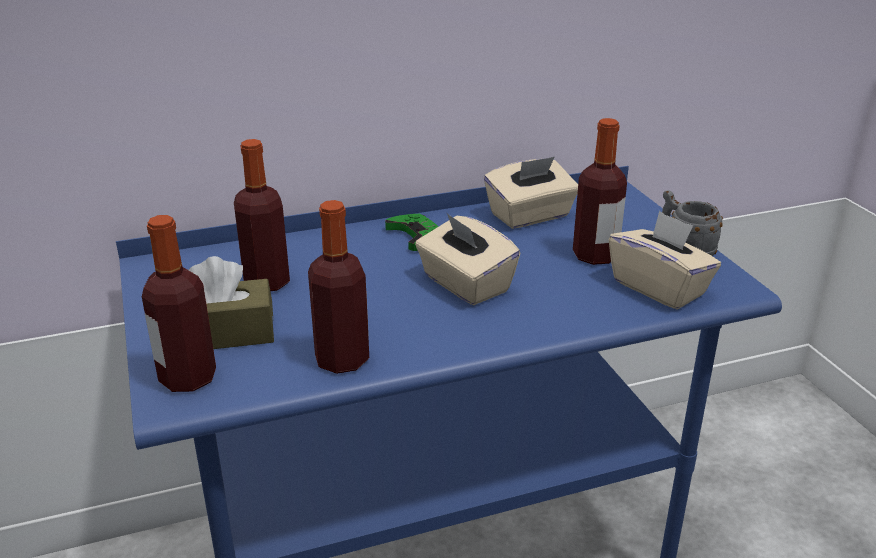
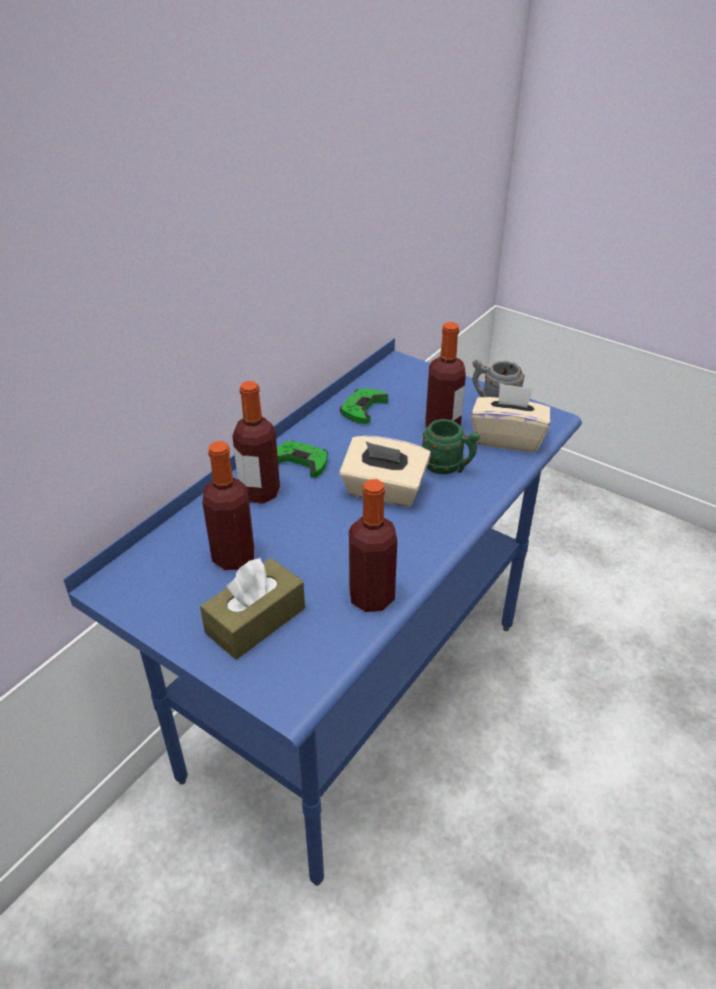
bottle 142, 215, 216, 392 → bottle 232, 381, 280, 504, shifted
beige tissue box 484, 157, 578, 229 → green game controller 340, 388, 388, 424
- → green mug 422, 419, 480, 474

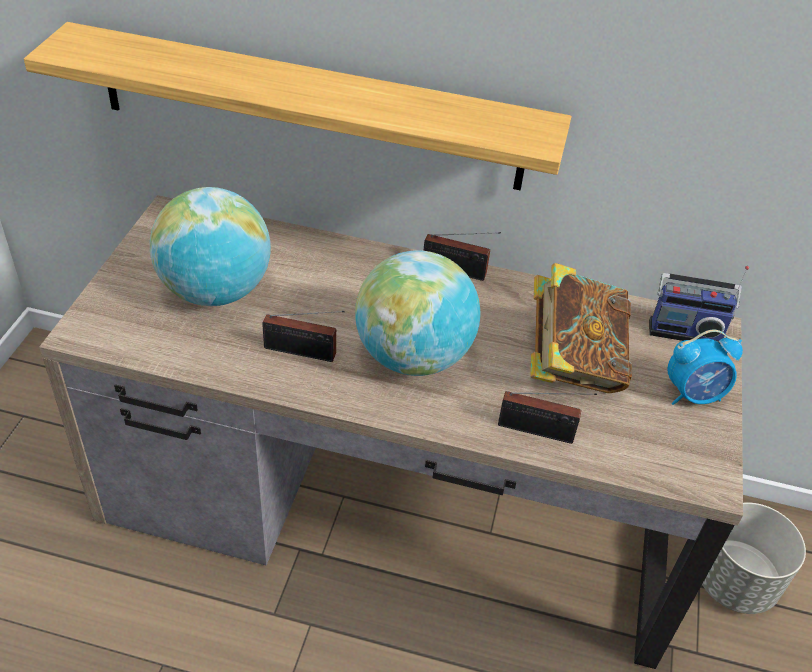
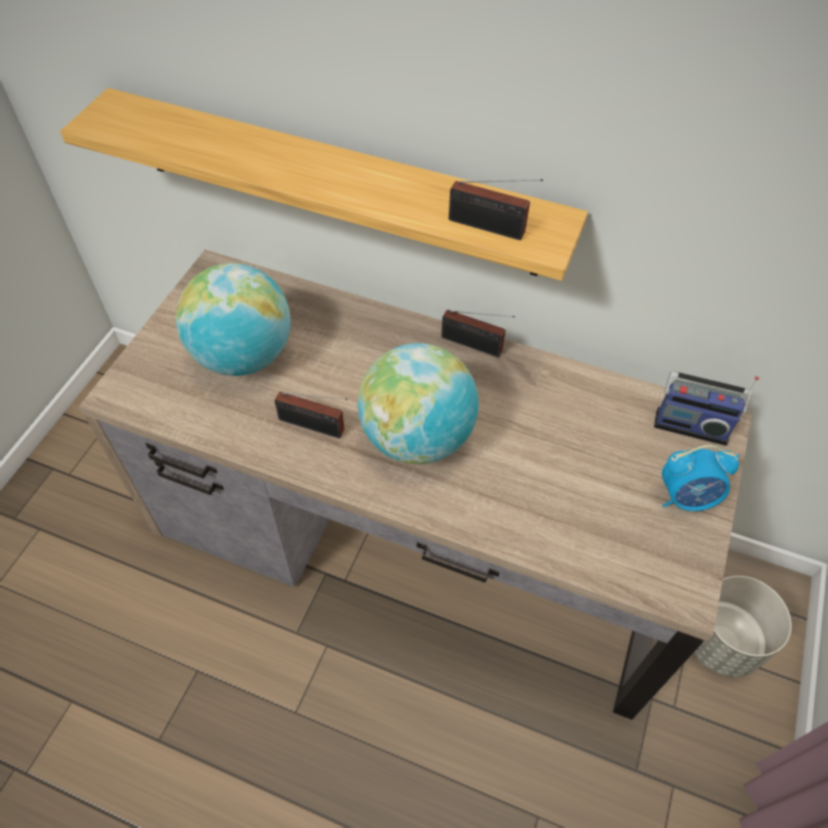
radio 498, 391, 597, 444 → radio 449, 179, 543, 240, shifted
book 530, 263, 632, 393 → -

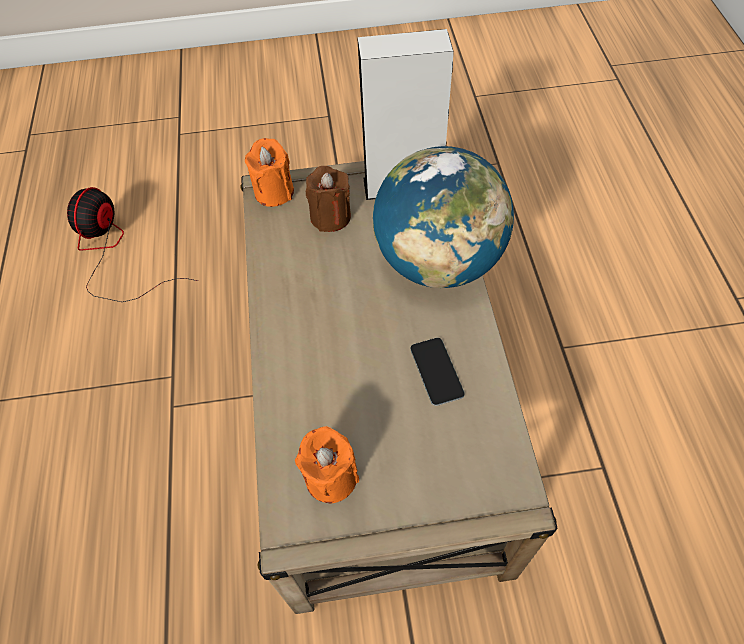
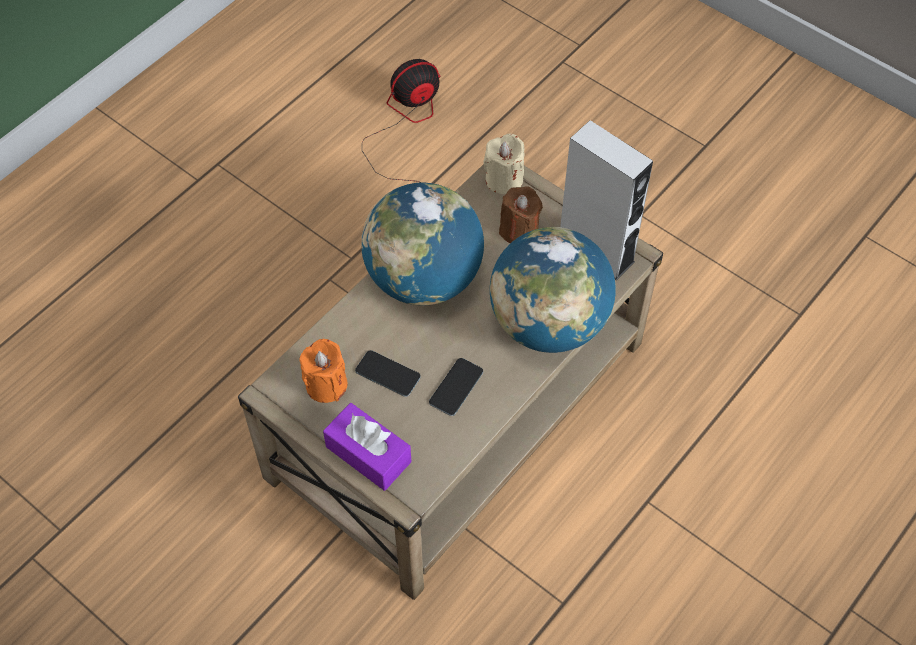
- → purple tissue box 323, 403, 411, 491
- → phone 355, 350, 421, 397
- → globe 361, 183, 484, 306
orange candle 245, 138, 294, 207 → beige candle 483, 134, 524, 194

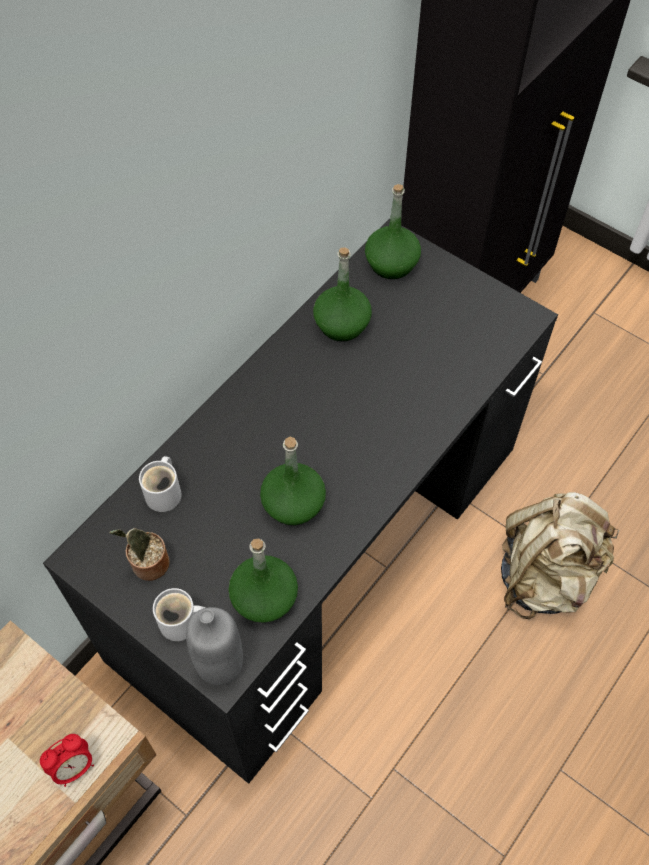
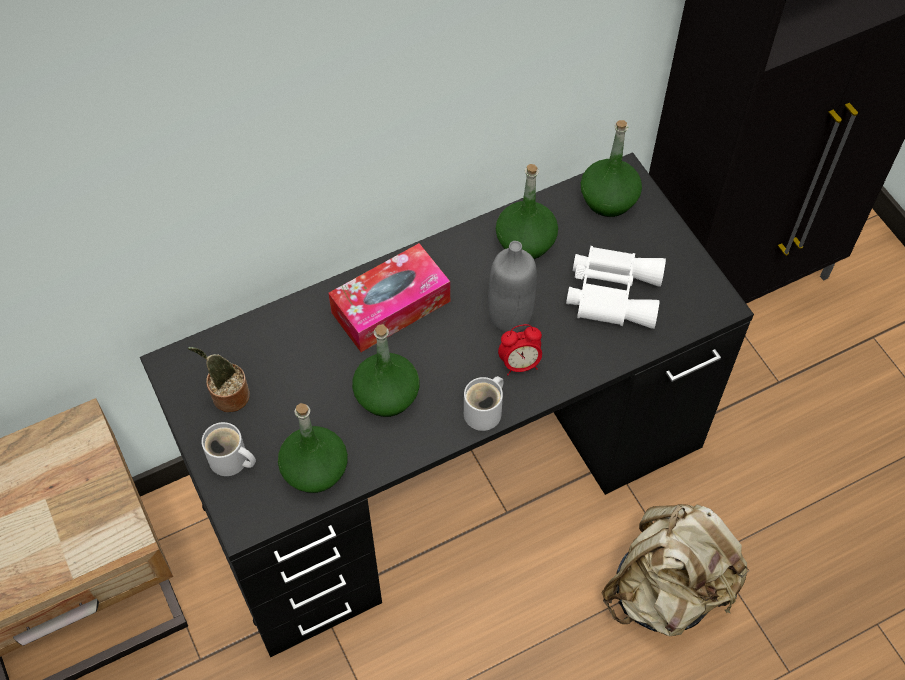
- → tissue box 328, 243, 450, 352
white mug 139, 456, 182, 512 → white mug 464, 376, 504, 431, shifted
grey bottle 186, 607, 243, 685 → grey bottle 488, 241, 537, 333, shifted
alarm clock 40, 734, 94, 787 → alarm clock 498, 324, 542, 375, shifted
- → white binoculars 566, 246, 666, 329

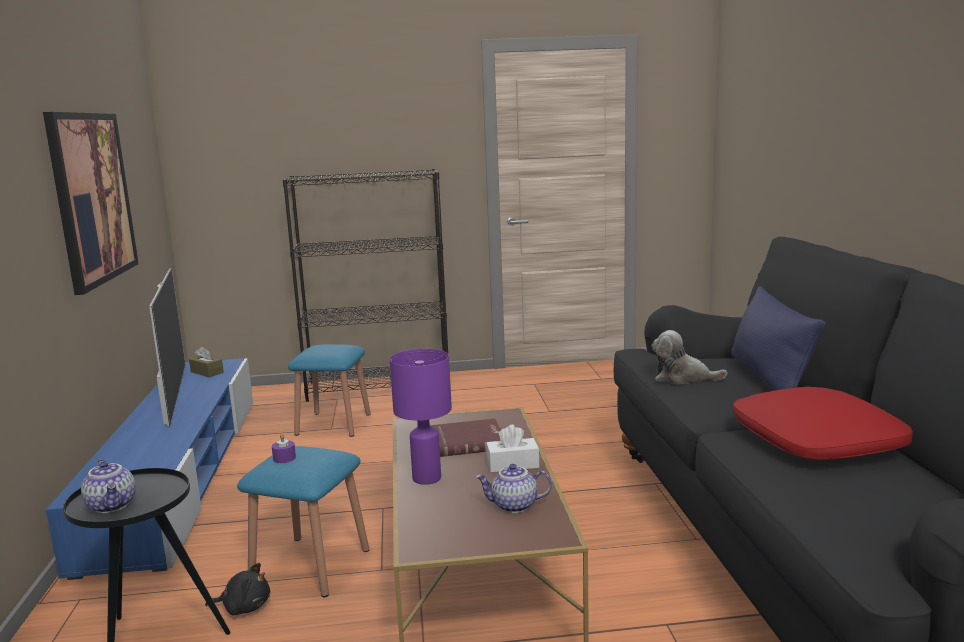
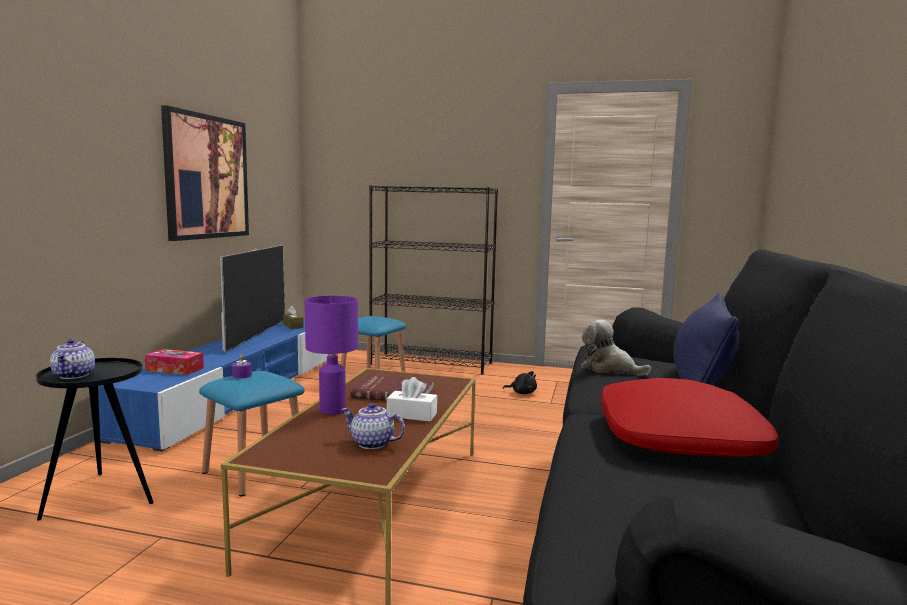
- → tissue box 145, 349, 204, 375
black plush toy 205, 563, 270, 616 → black plush toy 503, 371, 537, 394, shifted

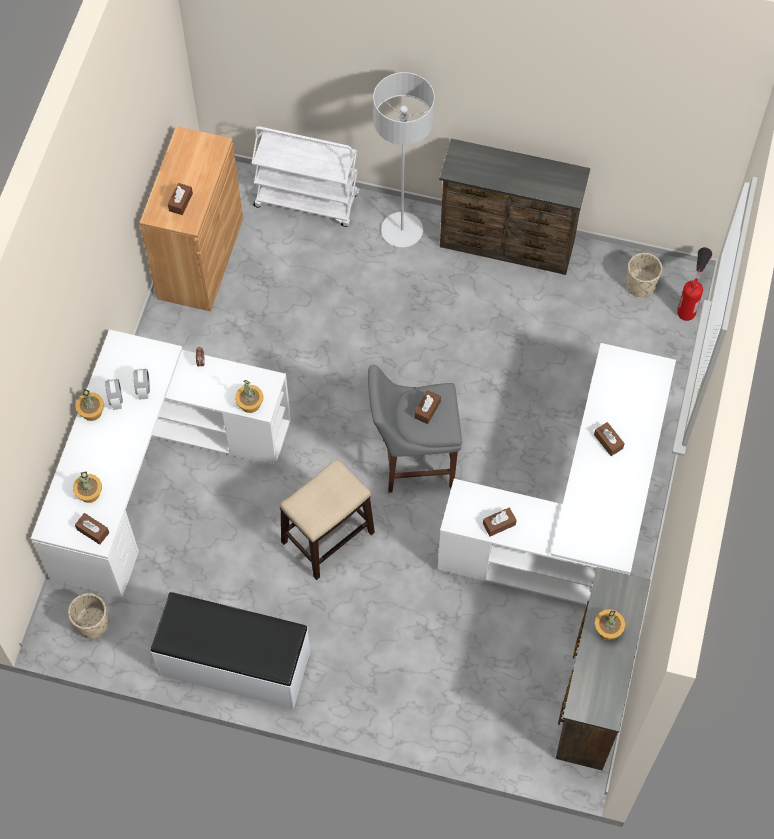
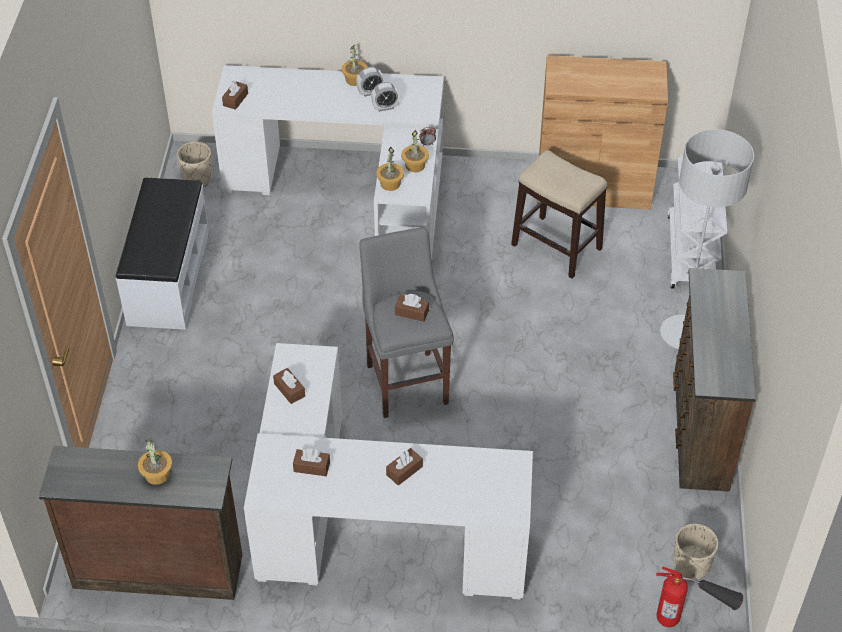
brown tissue box 168, 183, 193, 215 → brown tissue box 293, 449, 330, 476, shifted
potted plant 73, 471, 102, 503 → potted plant 401, 130, 429, 172, shifted
stool 280, 459, 375, 580 → stool 511, 150, 607, 278, shifted

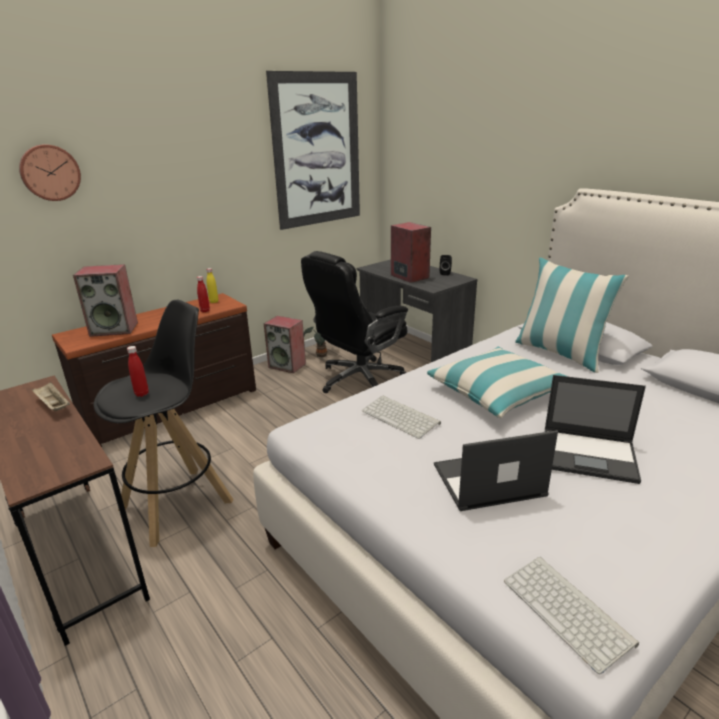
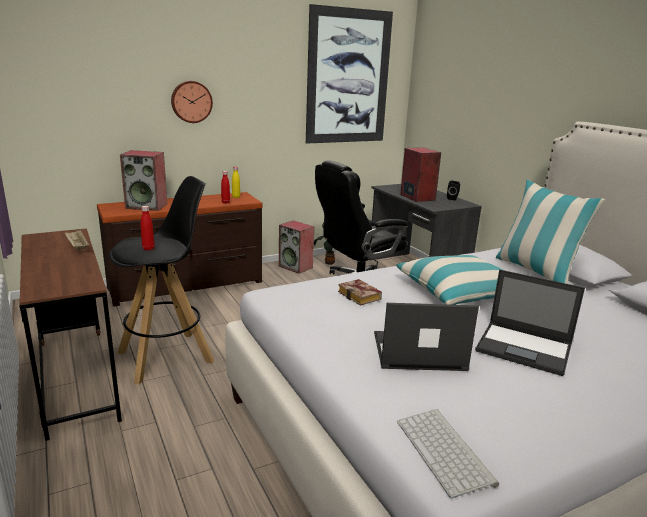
wall clock 19, 144, 81, 201 → wall clock 171, 81, 213, 123, shifted
keyboard 362, 395, 441, 439 → book 338, 279, 382, 306

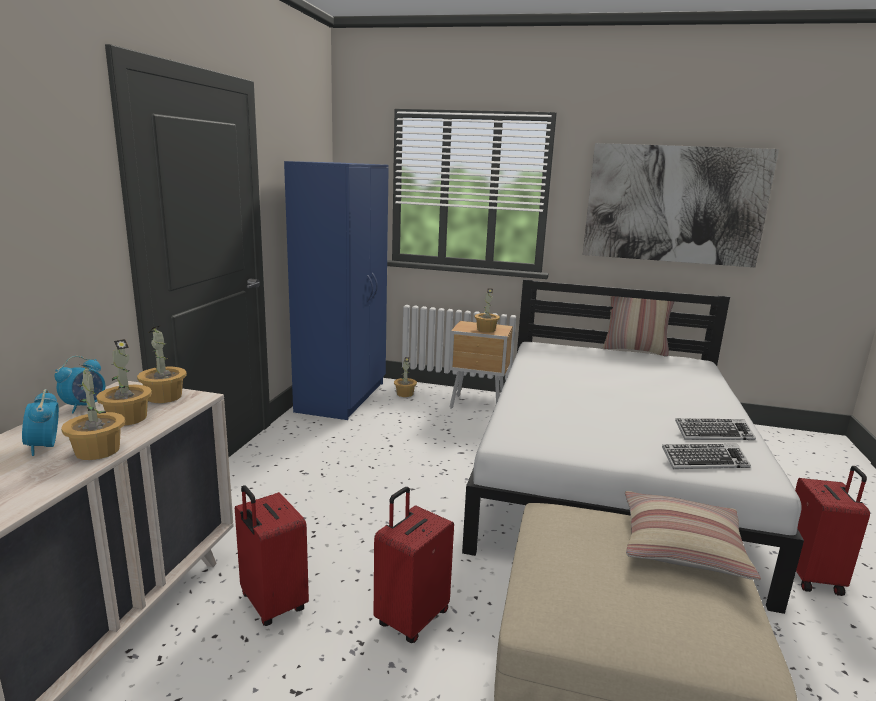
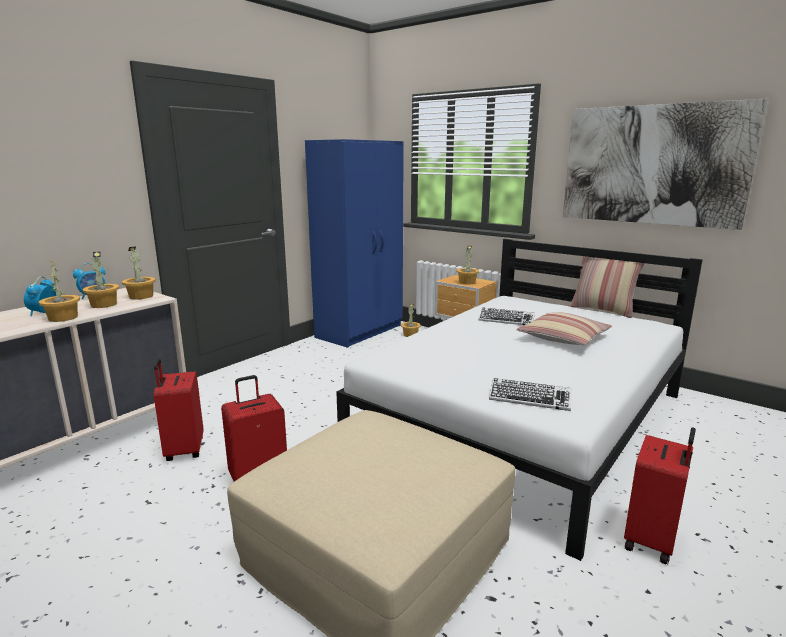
keyboard 675, 419, 756, 440 → keyboard 479, 308, 535, 325, shifted
pillow 625, 491, 761, 580 → pillow 516, 312, 612, 345, shifted

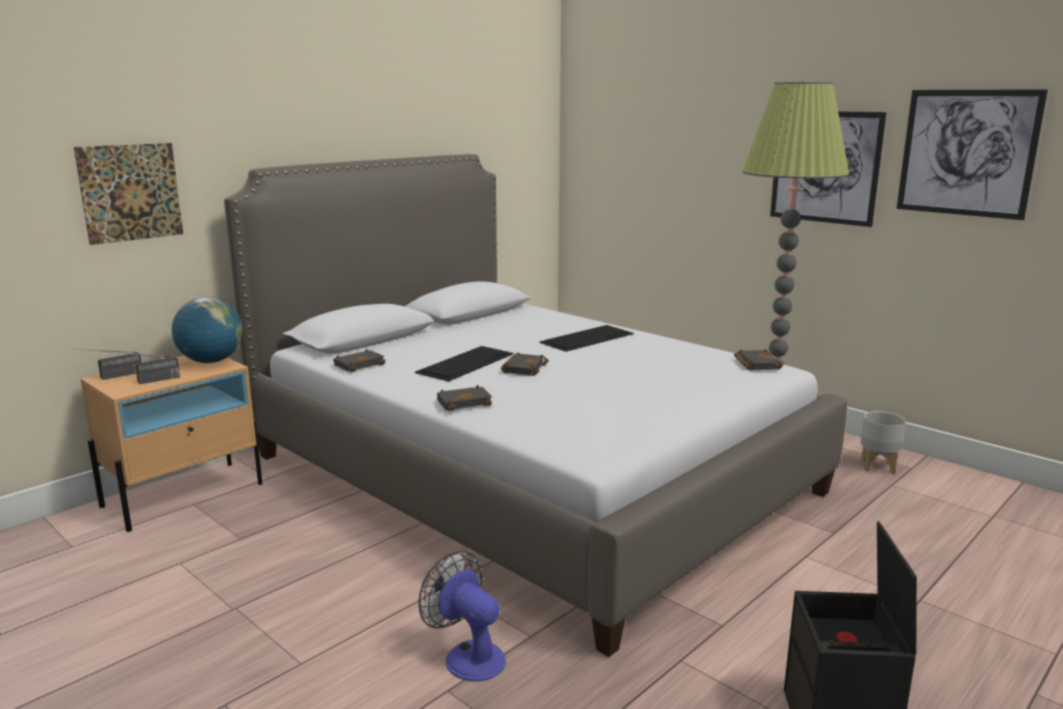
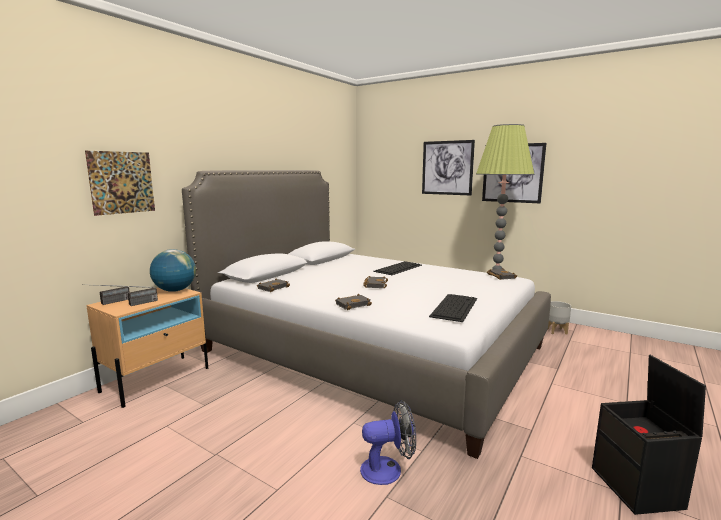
fan 418, 551, 506, 681 → fan 360, 400, 416, 485, 135 degrees clockwise
picture 897, 89, 1048, 220 → picture 422, 140, 475, 196, shifted
keyboard 415, 346, 514, 381 → keyboard 429, 294, 477, 322, shifted

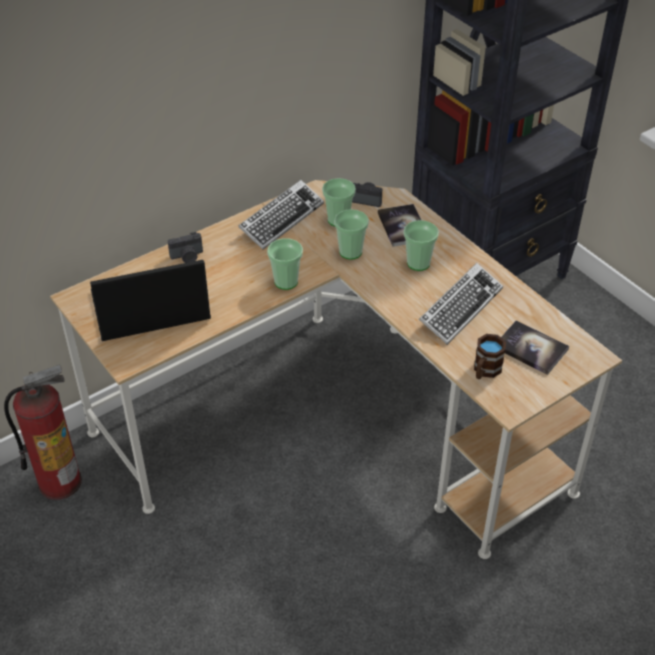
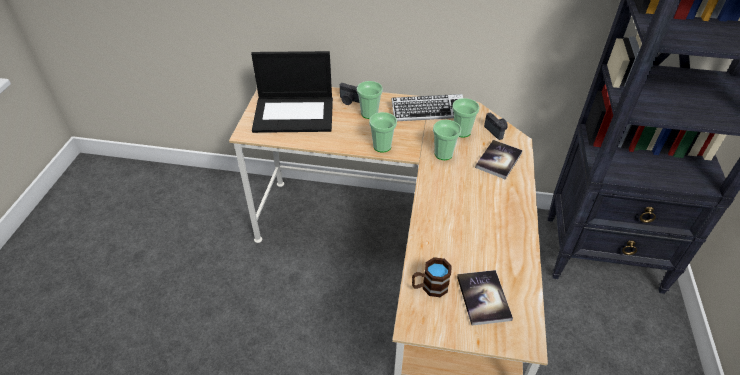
laptop 90, 260, 211, 341 → laptop 251, 51, 333, 133, 150 degrees clockwise
cup 404, 220, 439, 271 → cup 357, 81, 383, 119, shifted
fire extinguisher 4, 365, 82, 500 → -
keyboard 419, 263, 503, 345 → -

